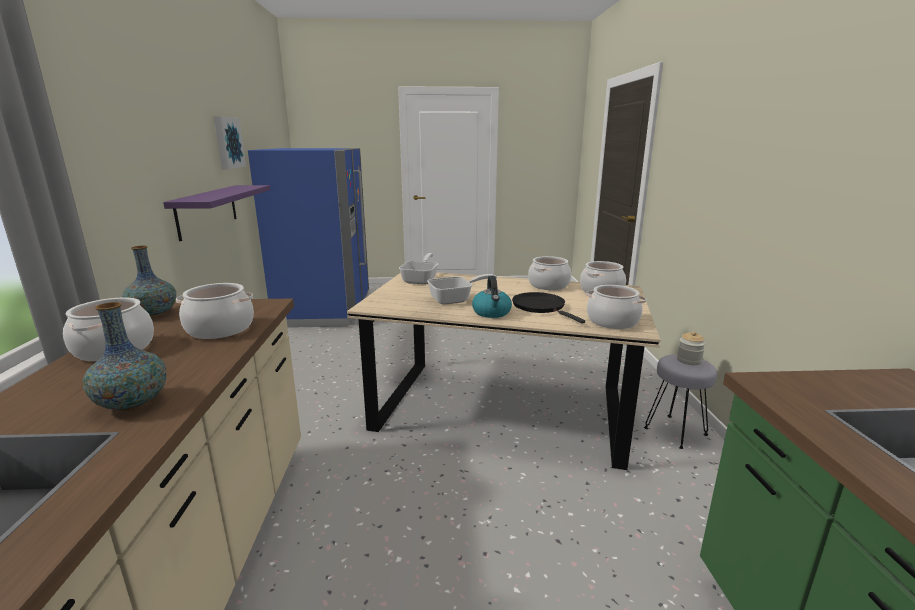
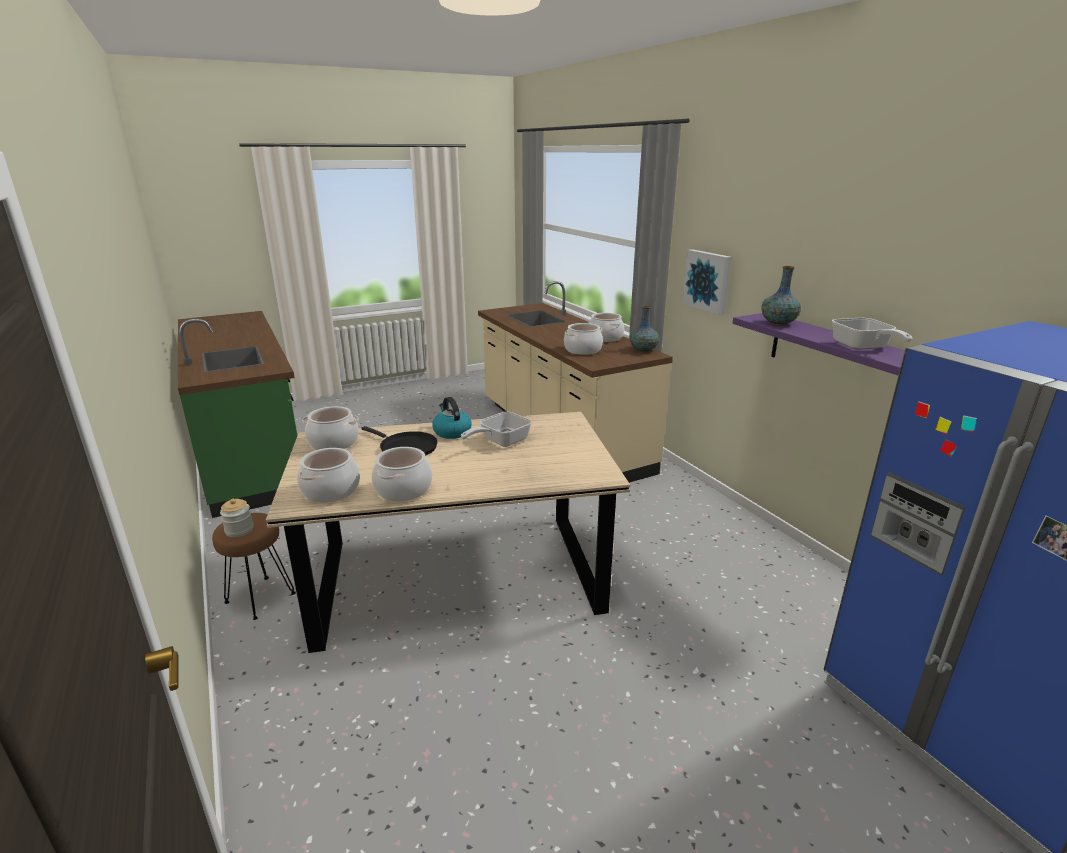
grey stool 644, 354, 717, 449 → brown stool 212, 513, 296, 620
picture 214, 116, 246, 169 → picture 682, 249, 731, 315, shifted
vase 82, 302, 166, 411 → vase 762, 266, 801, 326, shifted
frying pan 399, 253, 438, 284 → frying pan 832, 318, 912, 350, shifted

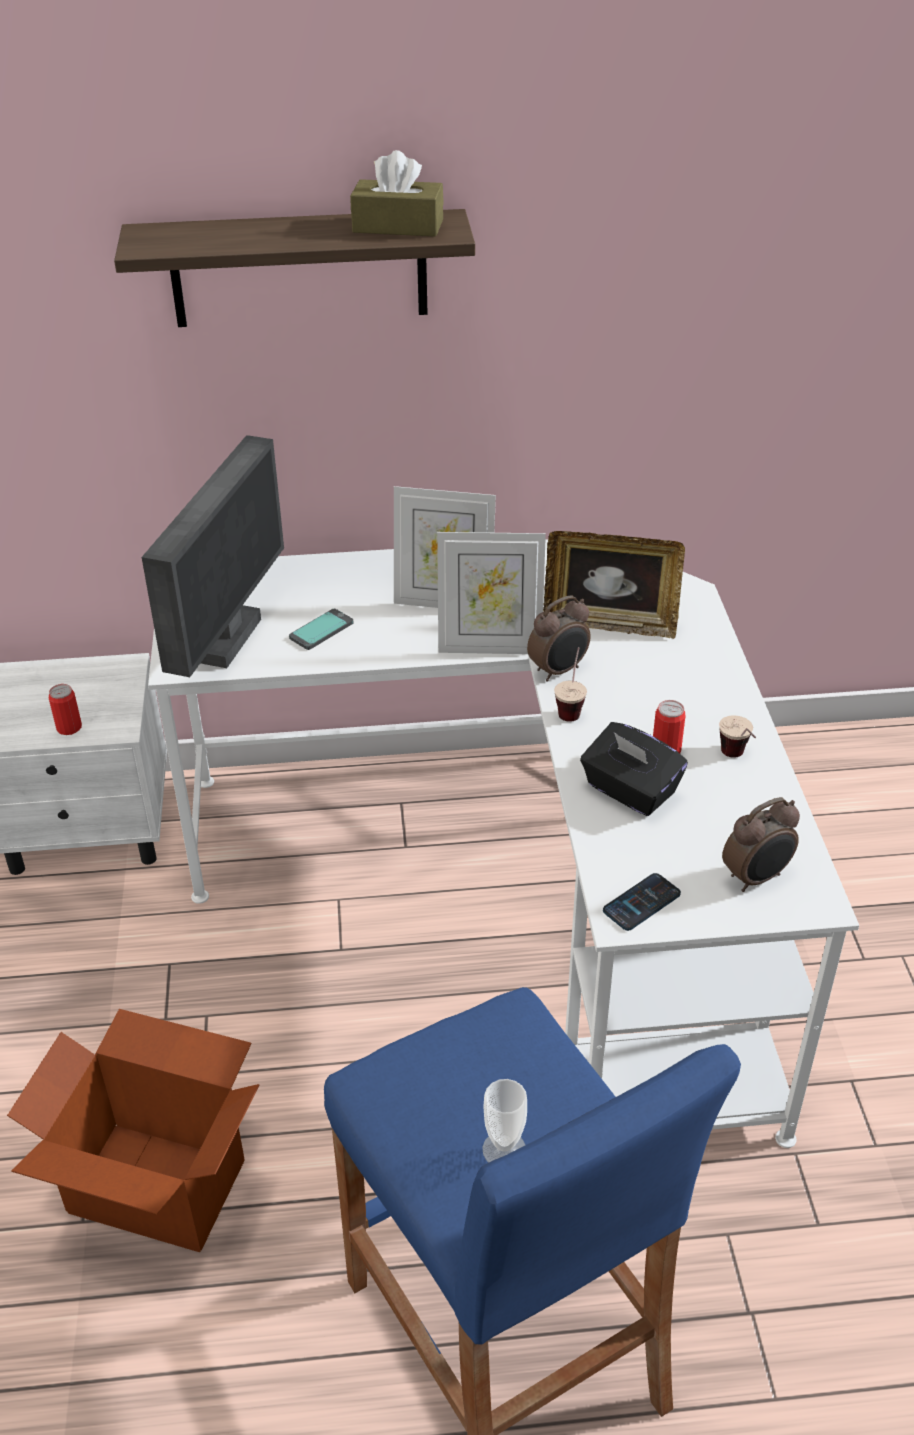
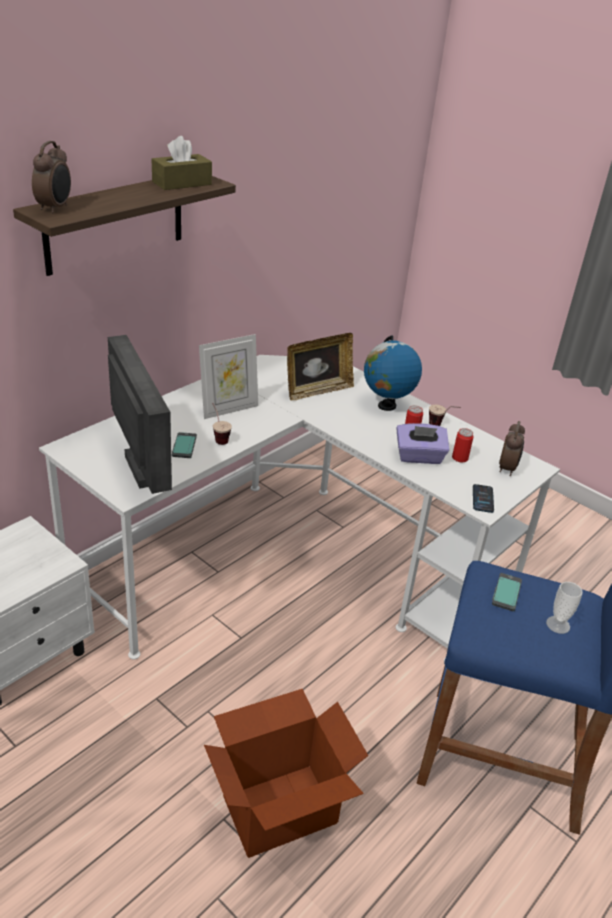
alarm clock 527, 595, 591, 681 → alarm clock 32, 141, 71, 213, shifted
cup 554, 647, 587, 722 → cup 212, 403, 232, 445, shifted
- → globe 364, 335, 422, 411
black tissue box 580, 722, 688, 816 → purple tissue box 396, 423, 449, 464
can 49, 684, 82, 735 → can 452, 428, 474, 463, shifted
- → phone 492, 573, 522, 611
picture frame 437, 532, 546, 654 → -

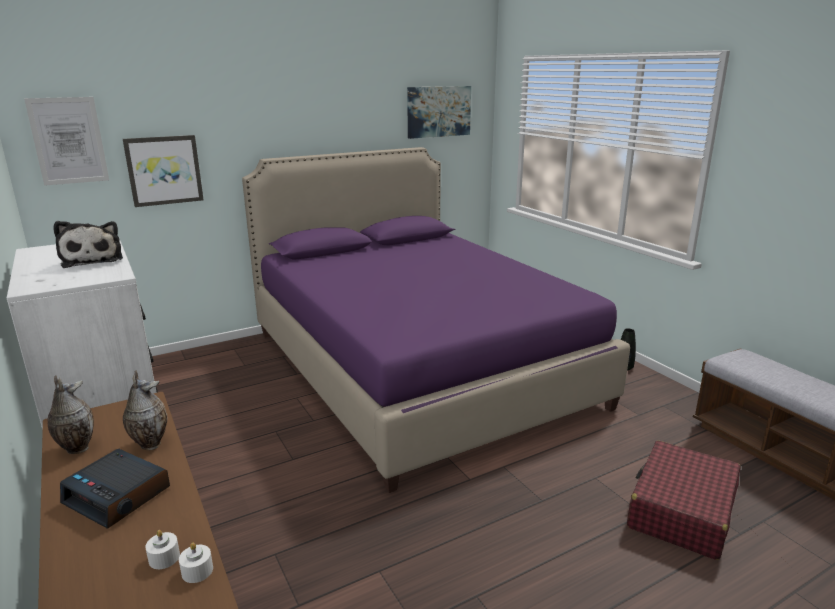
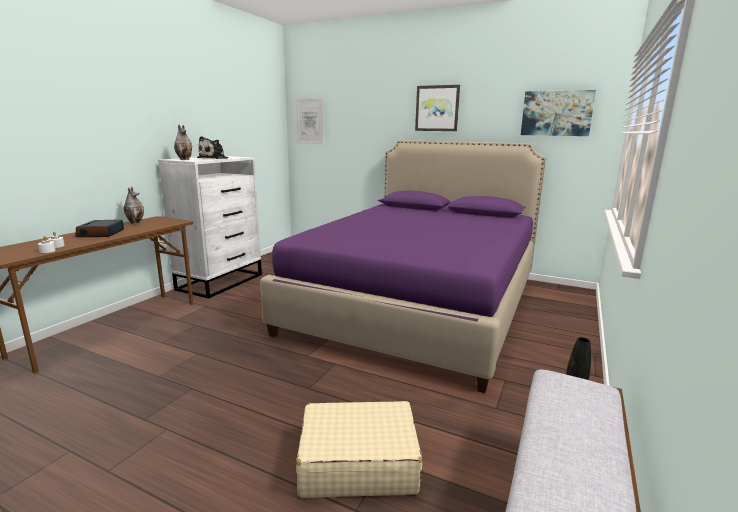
vase 123, 370, 167, 450 → vase 174, 125, 192, 160, shifted
red suitcase 627, 441, 741, 560 → beige suitcase 296, 401, 422, 498
picture 123, 135, 204, 207 → picture 415, 85, 460, 131, shifted

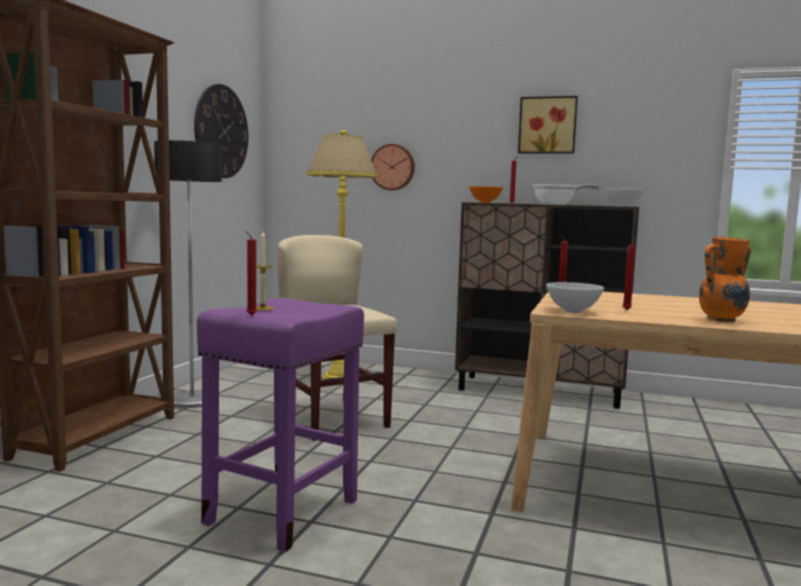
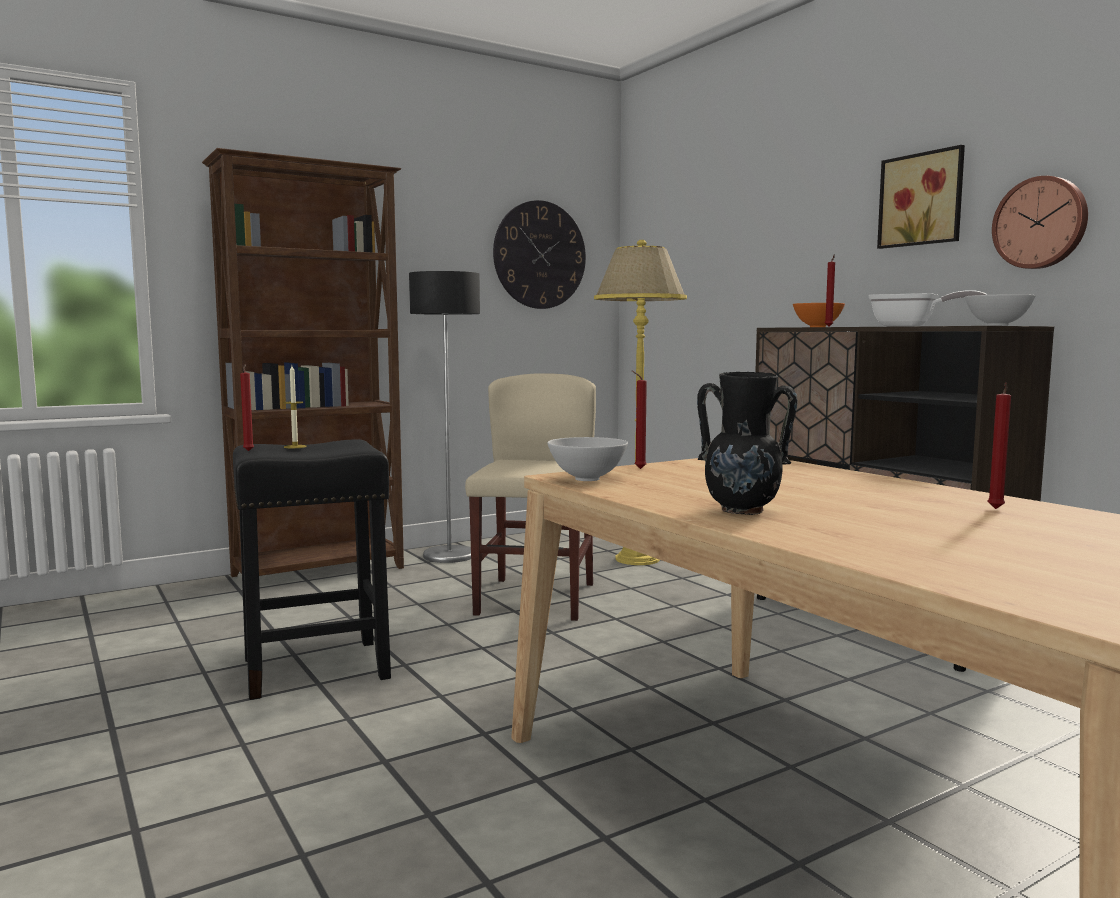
purple stool 197, 298, 364, 552 → black stool 233, 439, 391, 700
orange vase 699, 237, 751, 322 → black vase 697, 372, 797, 515
red candle 623, 239, 637, 310 → red candle 987, 382, 1011, 509, shifted
wall clock 371, 144, 415, 190 → wall clock 992, 176, 1088, 269, shifted

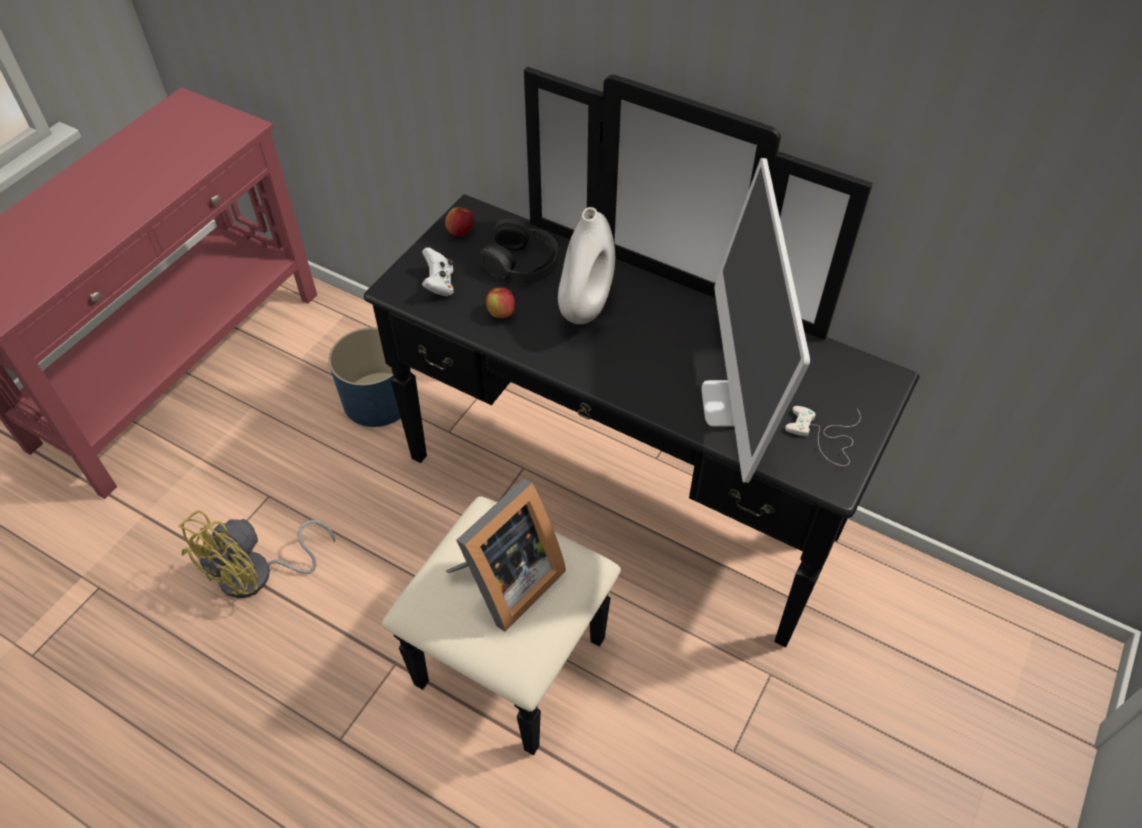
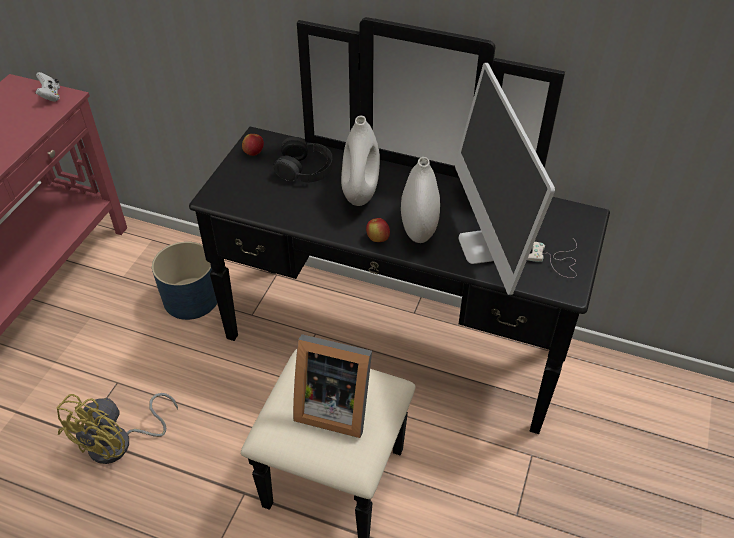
white game controller 422, 247, 454, 296 → white game controller 35, 72, 60, 102, shifted
picture frame 445, 479, 566, 632 → picture frame 293, 334, 372, 438, 75 degrees clockwise
apple 486, 287, 515, 318 → apple 366, 218, 390, 242, shifted
- → white vase 401, 157, 440, 243

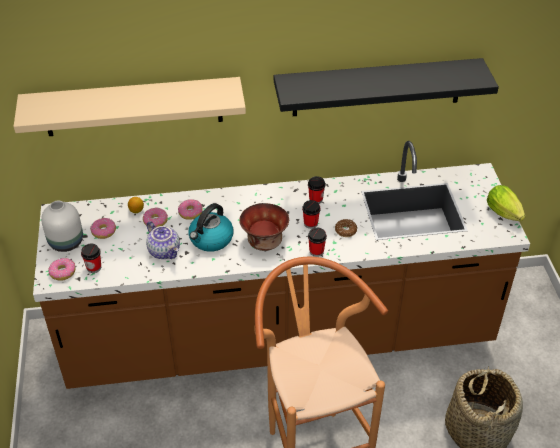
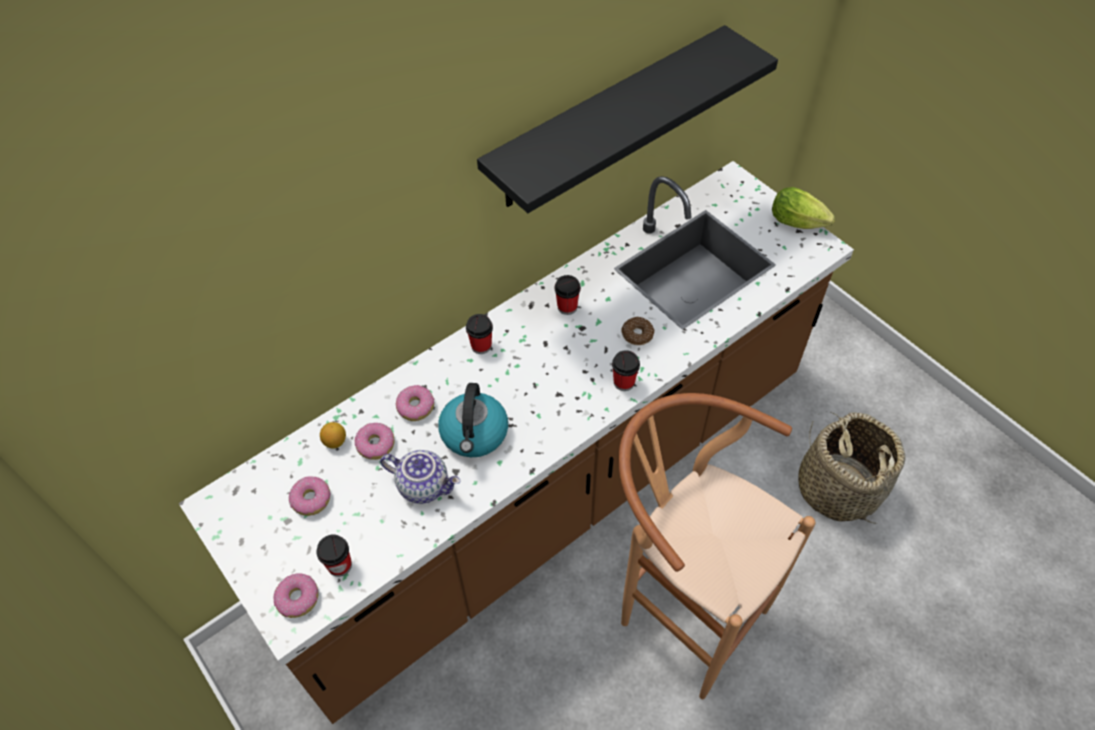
cup 302, 200, 320, 229 → cup 466, 314, 493, 354, shifted
beige shelf 14, 77, 246, 136 → -
white vase 41, 200, 83, 252 → -
bowl 239, 203, 289, 251 → -

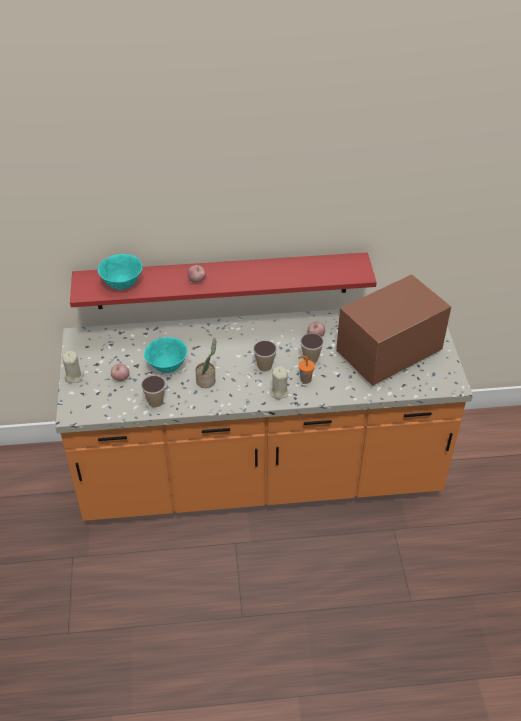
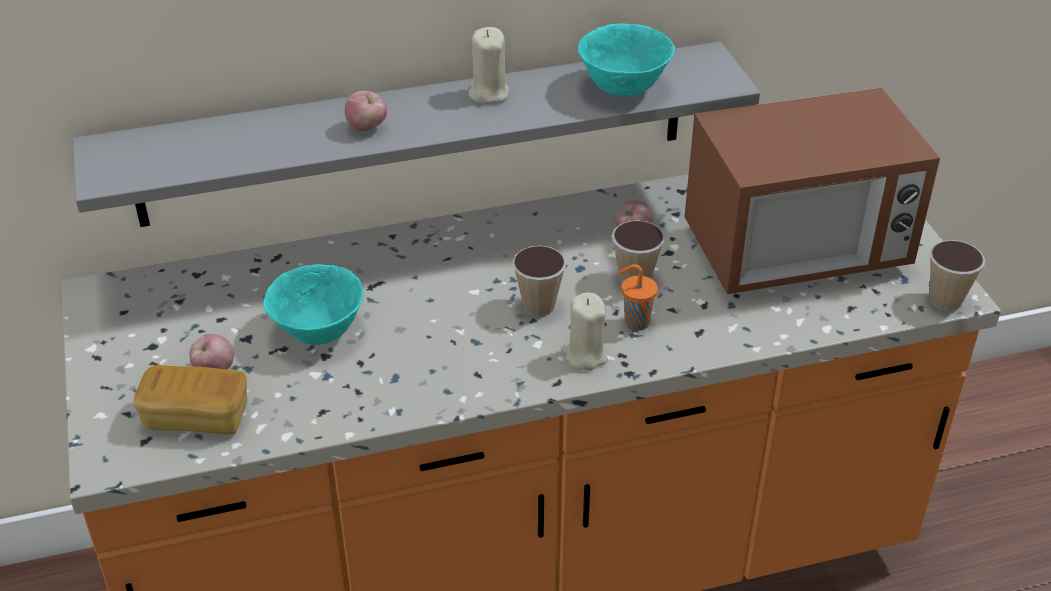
red shelf 70, 252, 377, 309 → grey shelf 72, 42, 760, 227
- → bread 133, 365, 247, 434
beige candle 62, 351, 83, 383 → beige candle 468, 27, 509, 104, shifted
turquoise bowl 98, 254, 142, 290 → turquoise bowl 578, 23, 675, 97, shifted
microwave 336, 274, 451, 386 → microwave 685, 88, 940, 294, 150 degrees counterclockwise
cup 141, 375, 166, 408 → cup 930, 240, 985, 311, shifted
potted plant 195, 338, 216, 388 → -

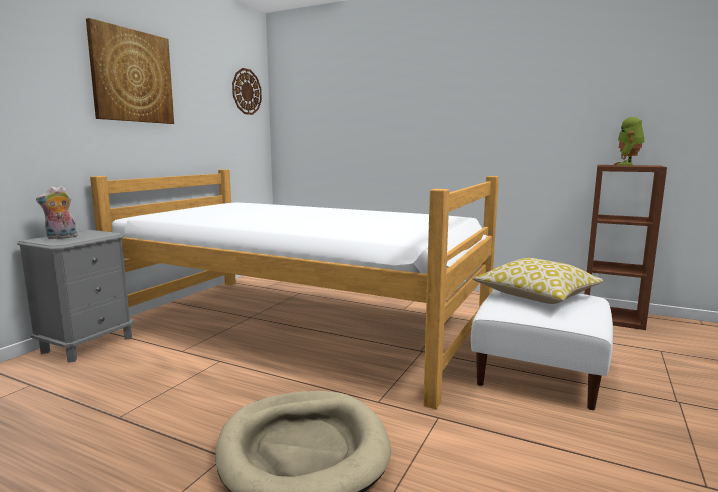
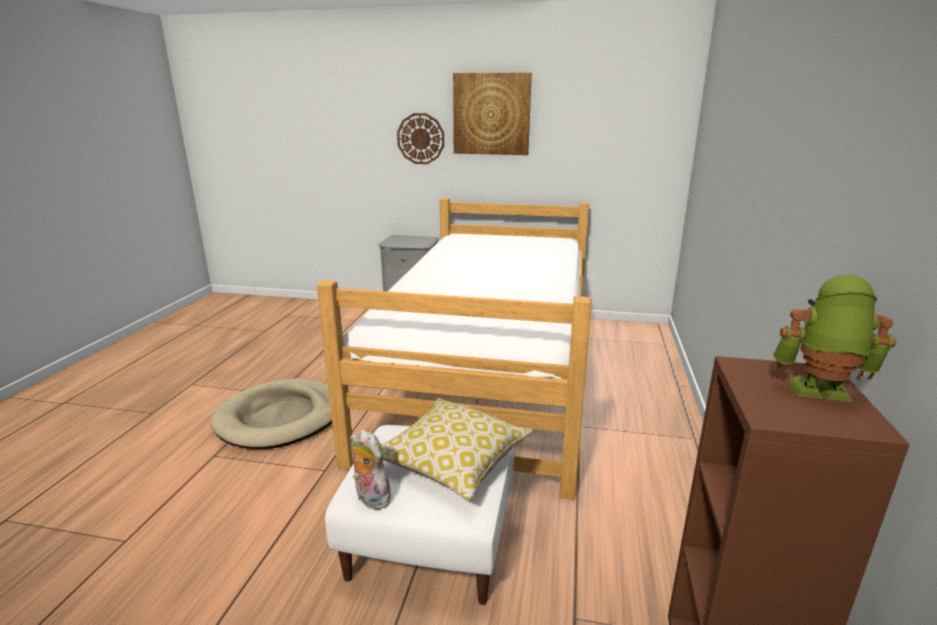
plush toy 36, 186, 78, 239 → plush toy 350, 430, 391, 510, shifted
wall clock 232, 68, 262, 115 → wall clock 397, 113, 444, 164, shifted

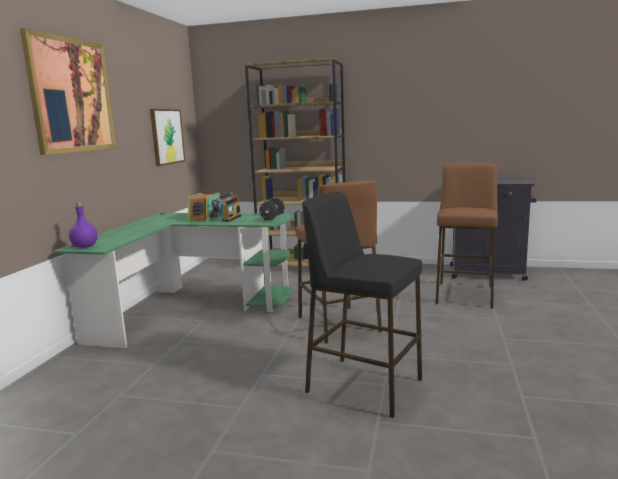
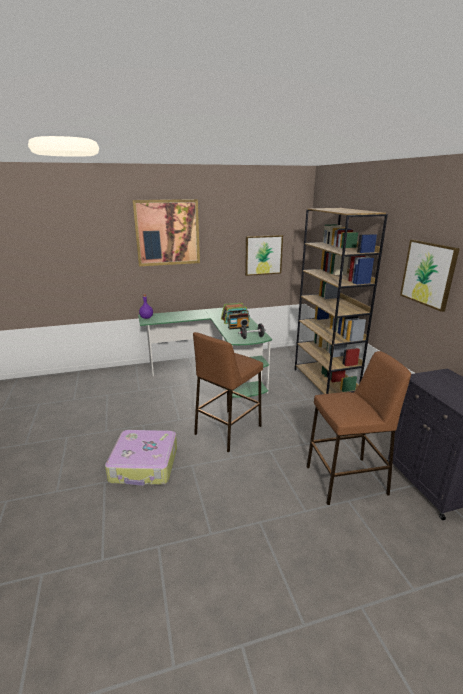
black stool 302, 192, 422, 418 → suitcase 105, 430, 177, 486
- → picture 400, 239, 460, 312

